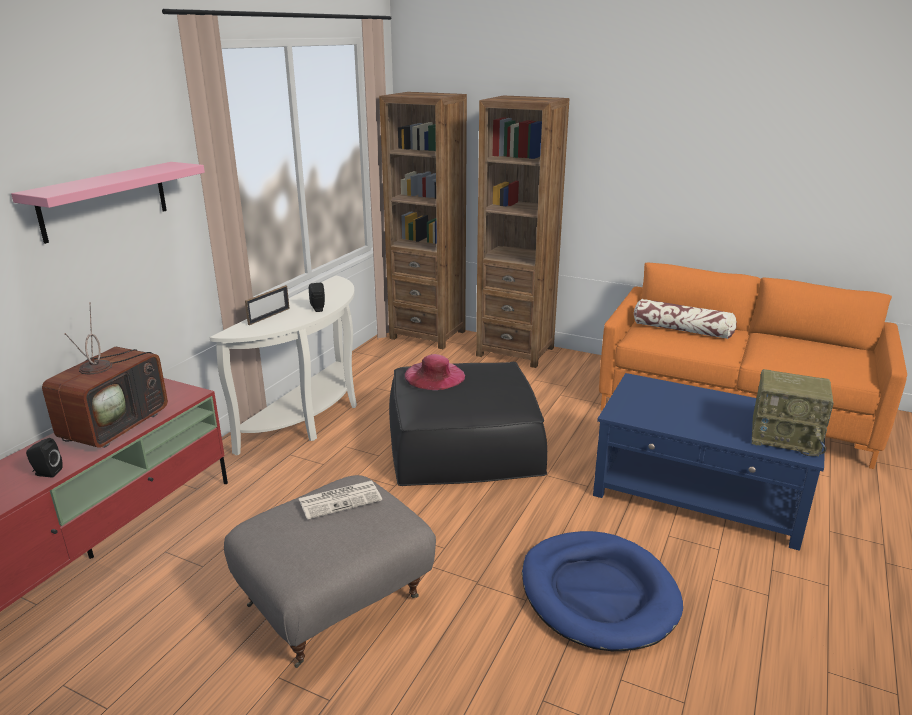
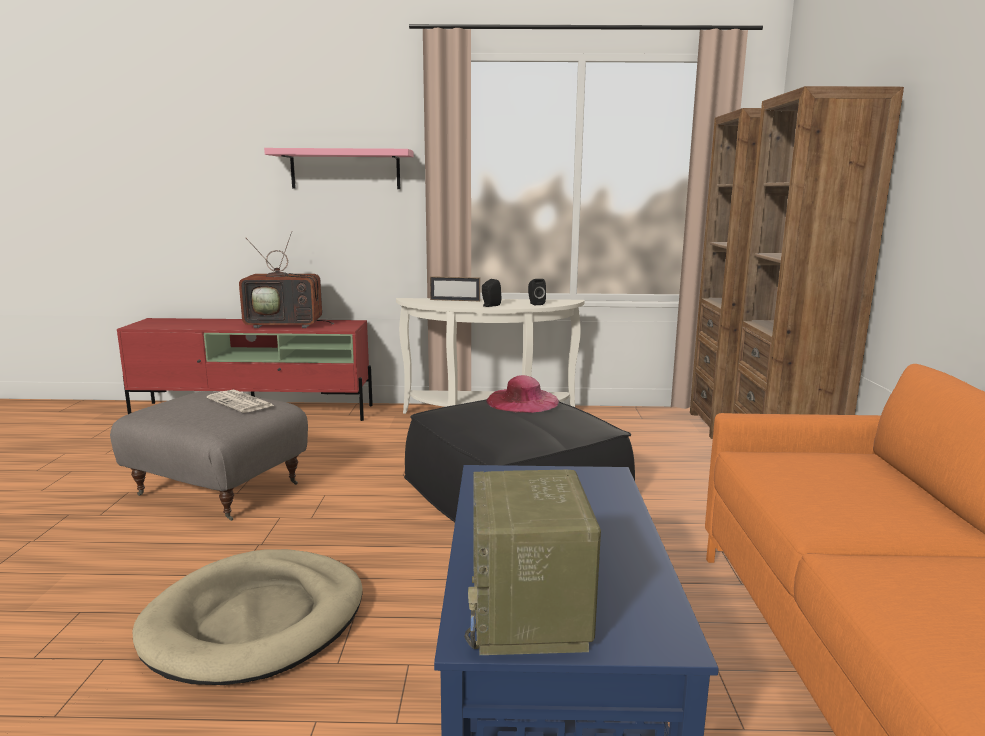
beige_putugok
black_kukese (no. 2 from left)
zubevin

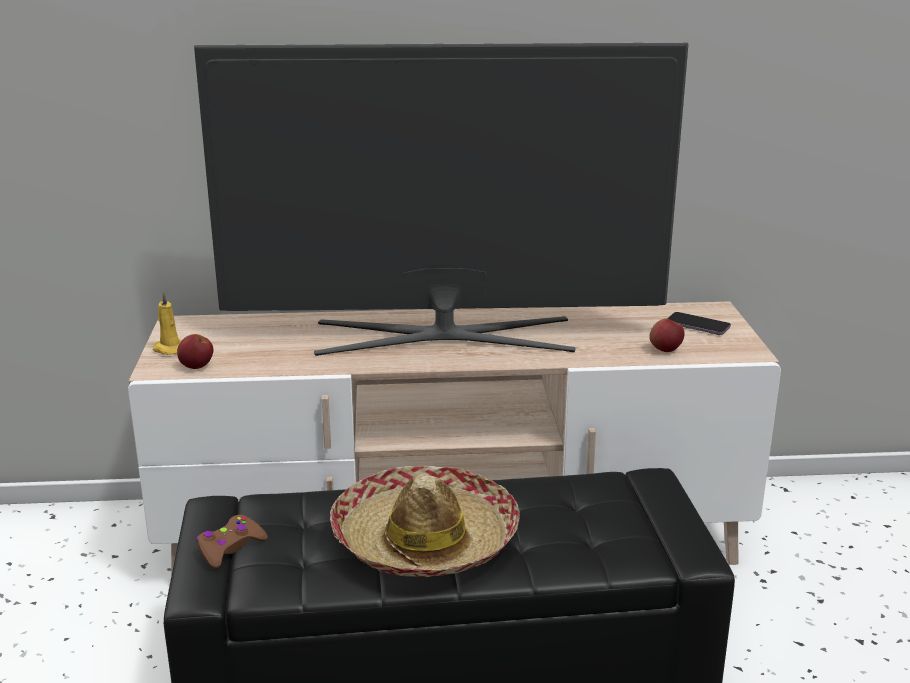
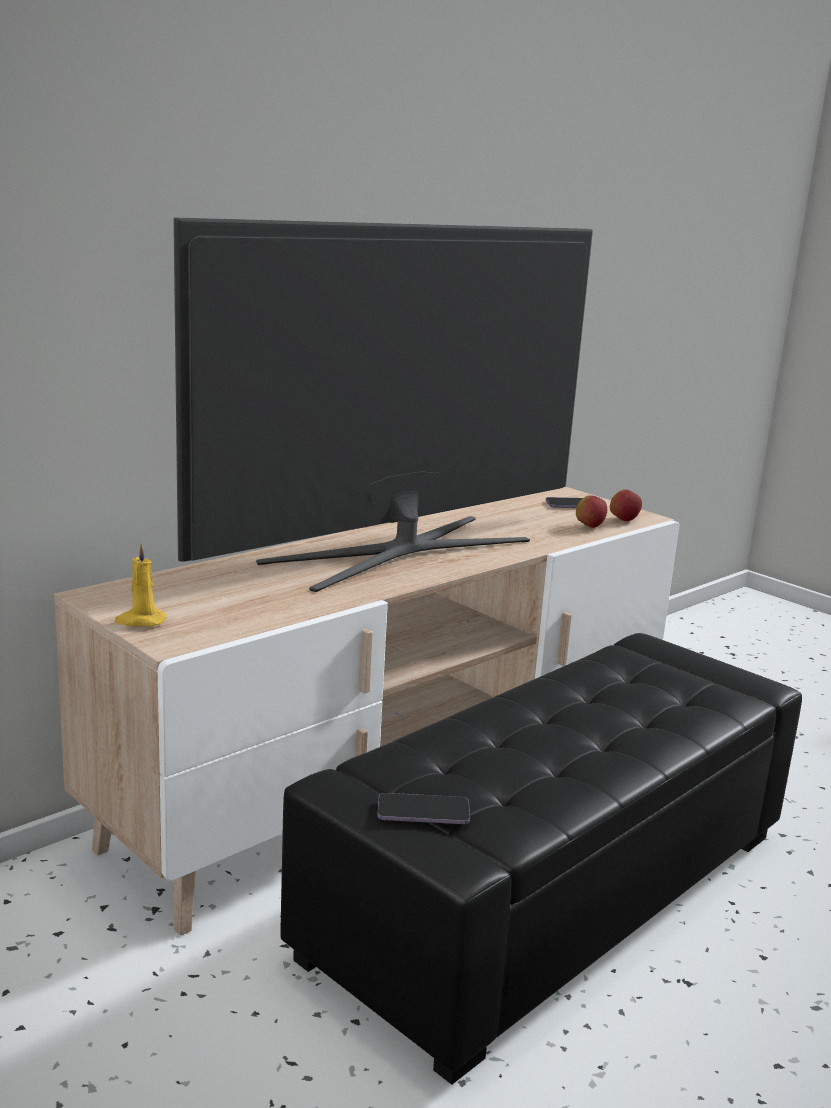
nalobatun (no. 1 from left)
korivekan (no. 2 from left)
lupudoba

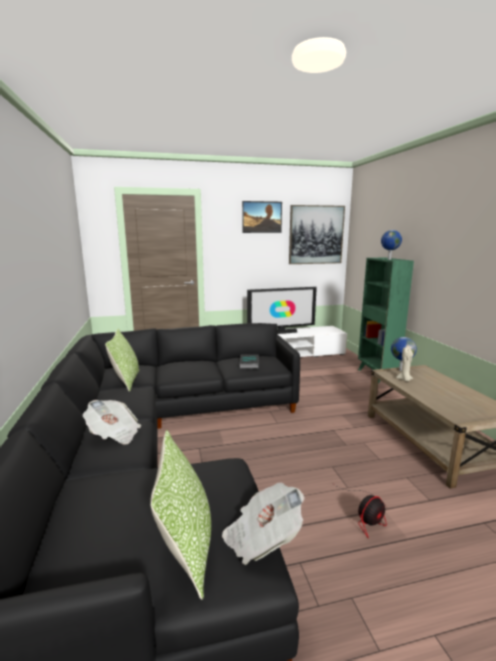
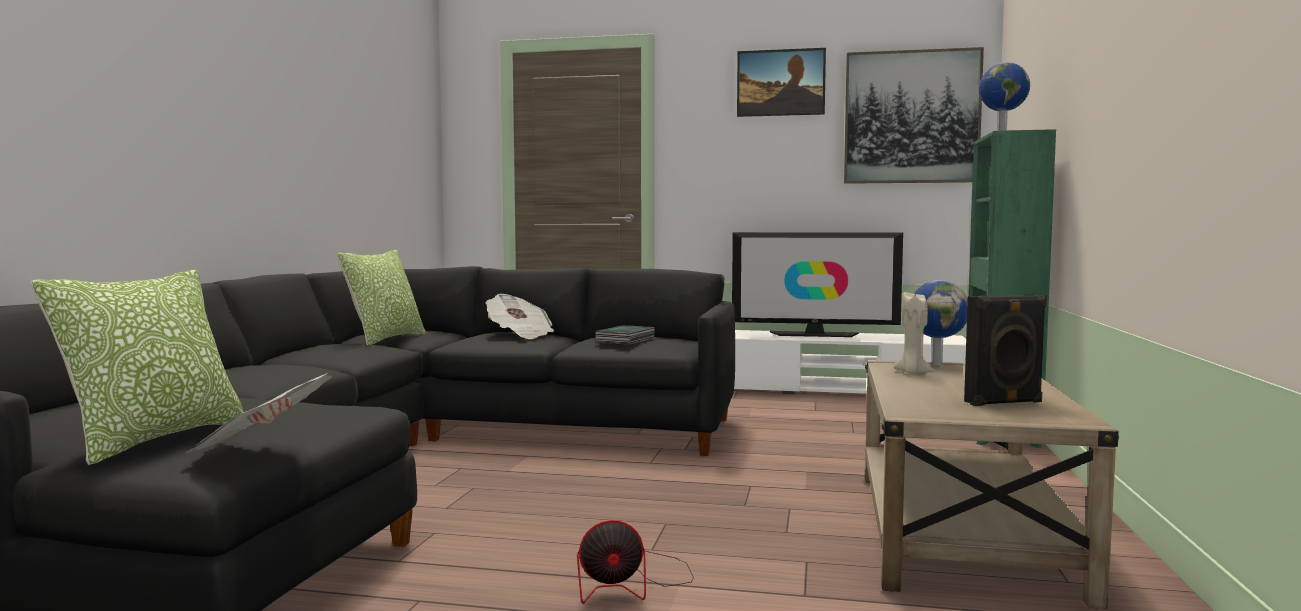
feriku (no. 2 from left)
black_kukese

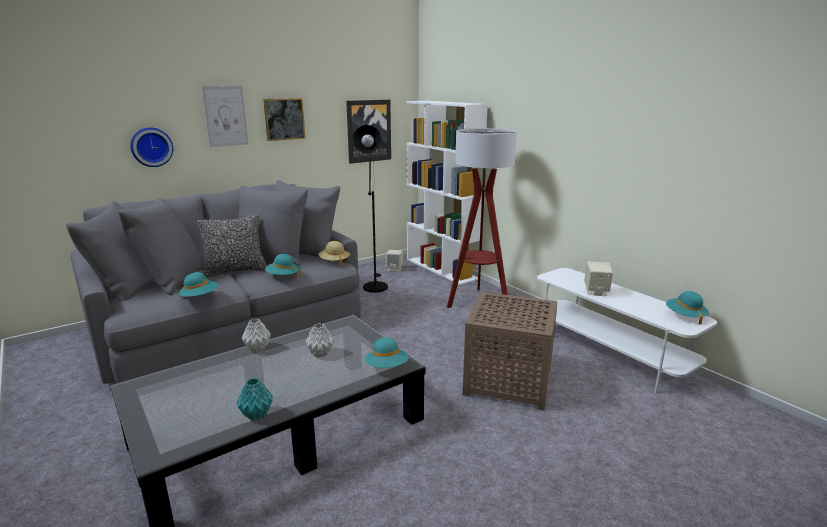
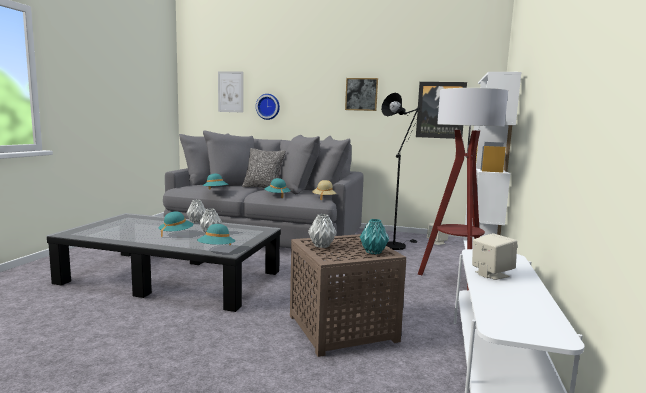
turquoise_lupudoba (no. 1 from left)
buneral (no. 1 from left)
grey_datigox (no. 3 from left)
turquoise_datigox

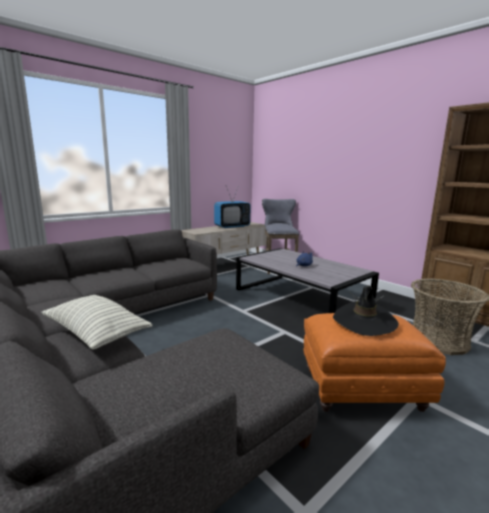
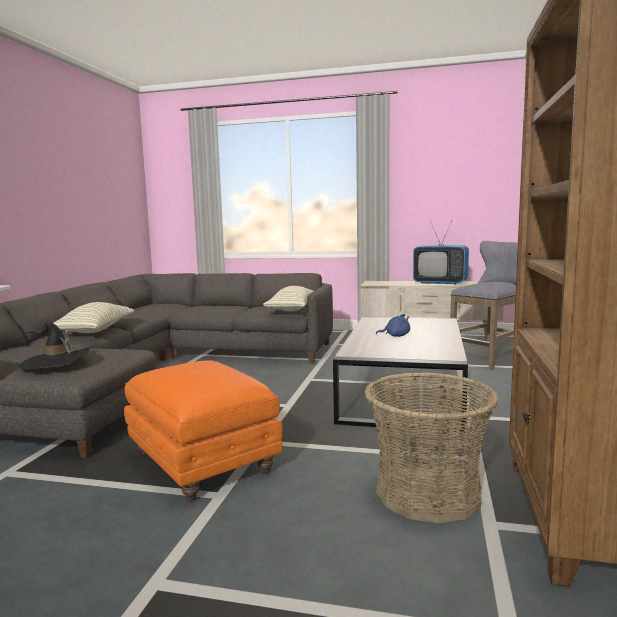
black_lupudoba
zubevin (no. 2 from left)

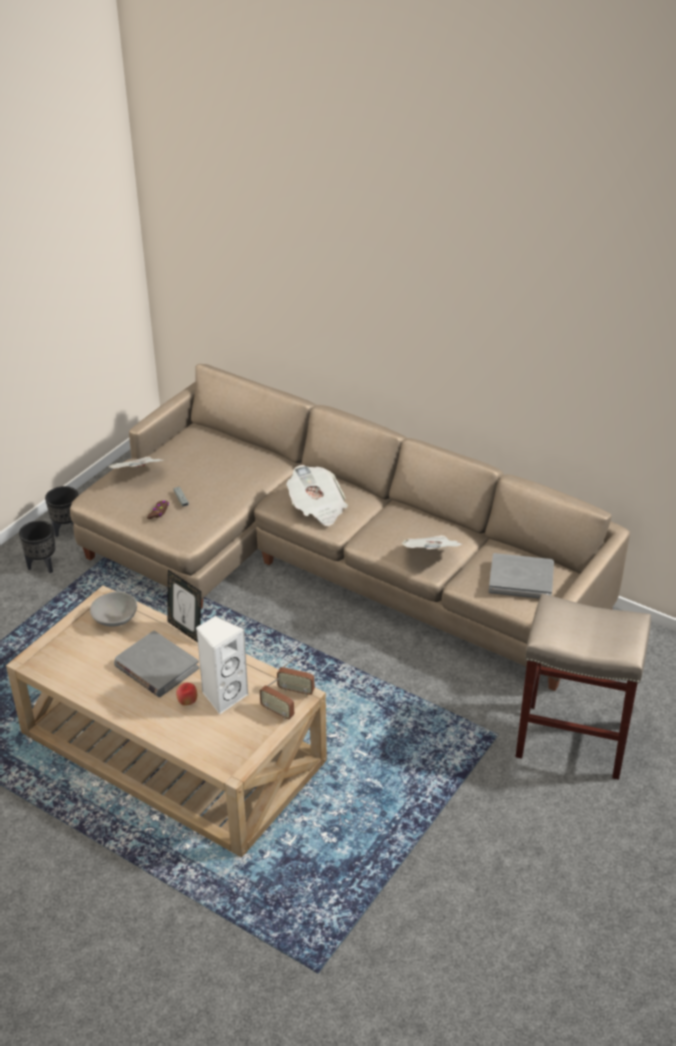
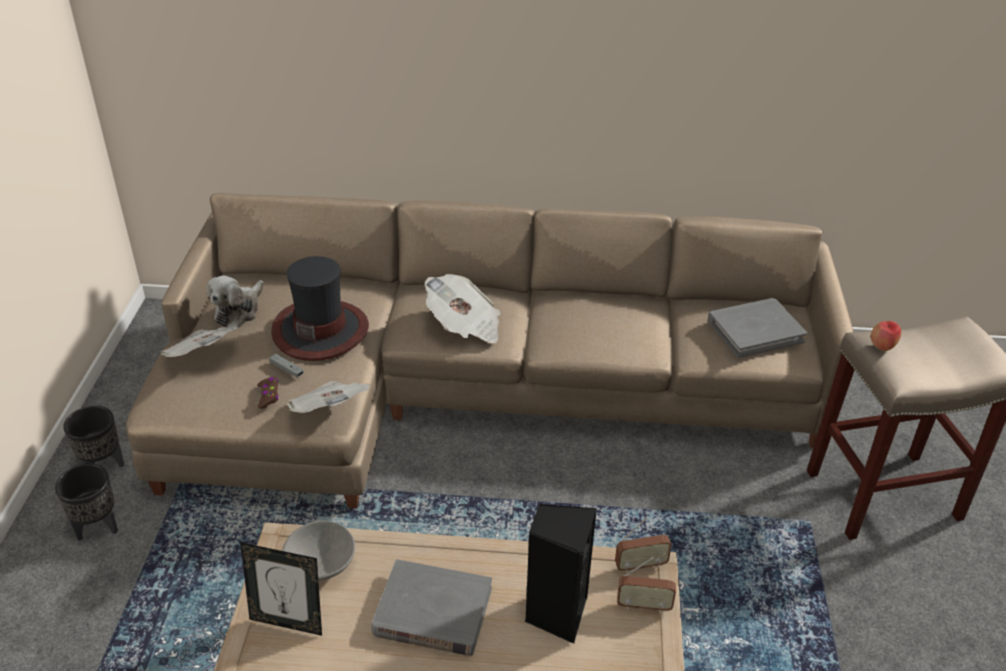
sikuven
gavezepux
lupudoba
feriku (no. 2 from left)
black_kukese
korivekan

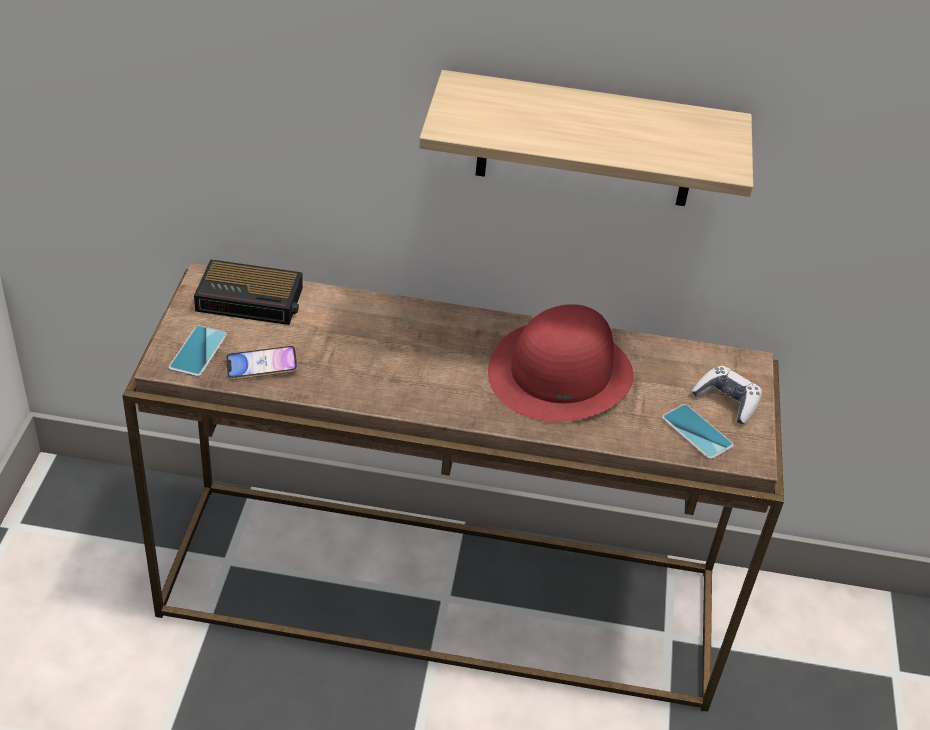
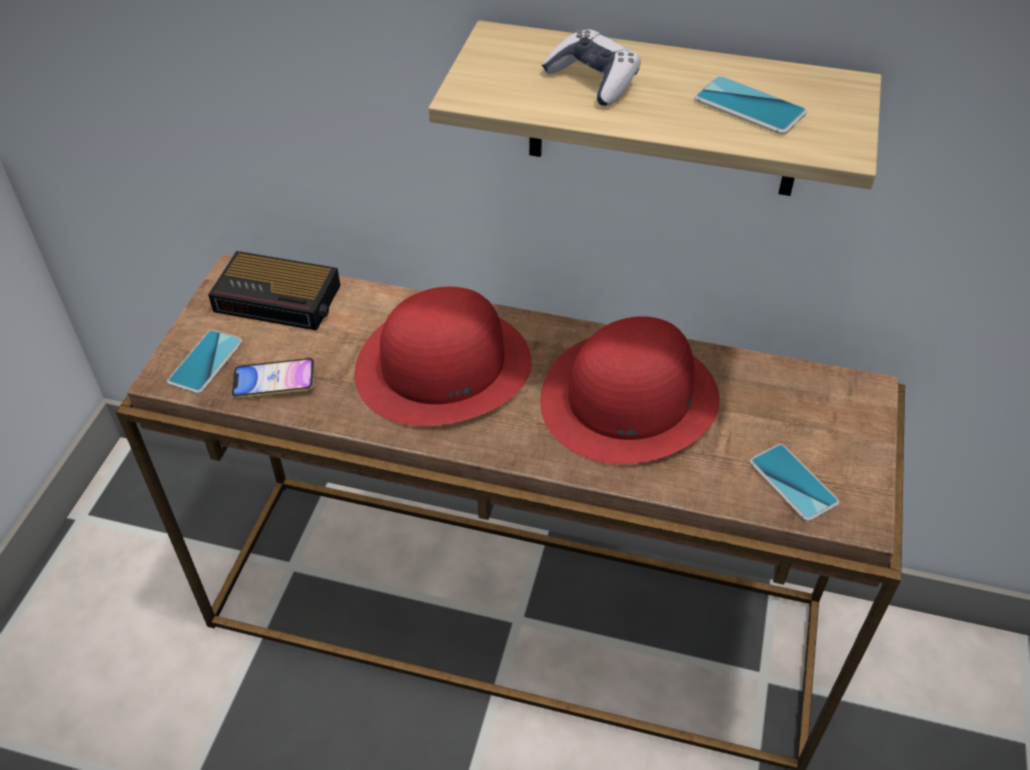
red_lupudoba (no. 1 from left)
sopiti
nalobatun (no. 3 from left)

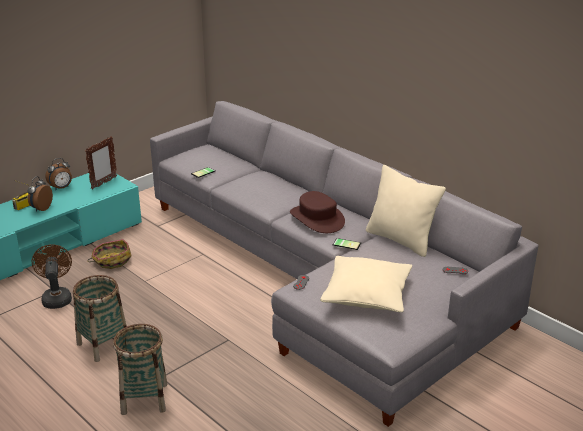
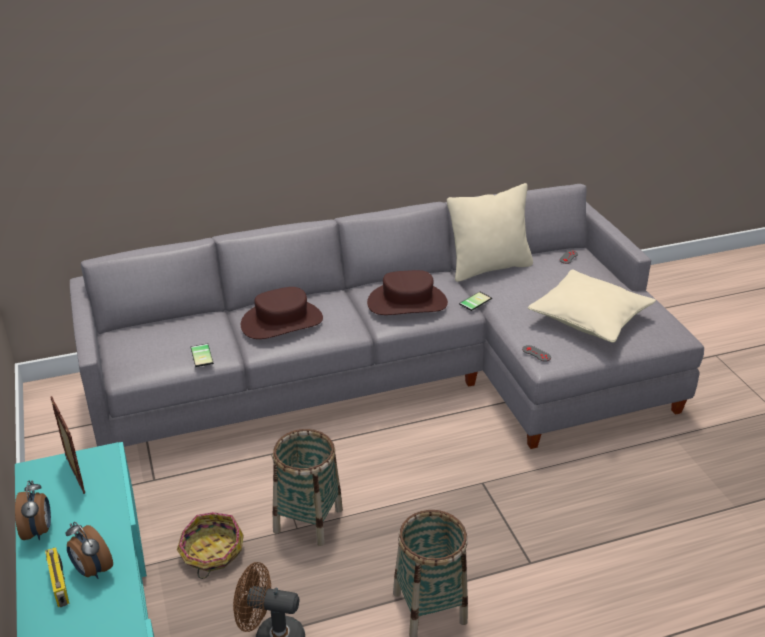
brown_lupudoba (no. 1 from left)
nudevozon (no. 2 from left)

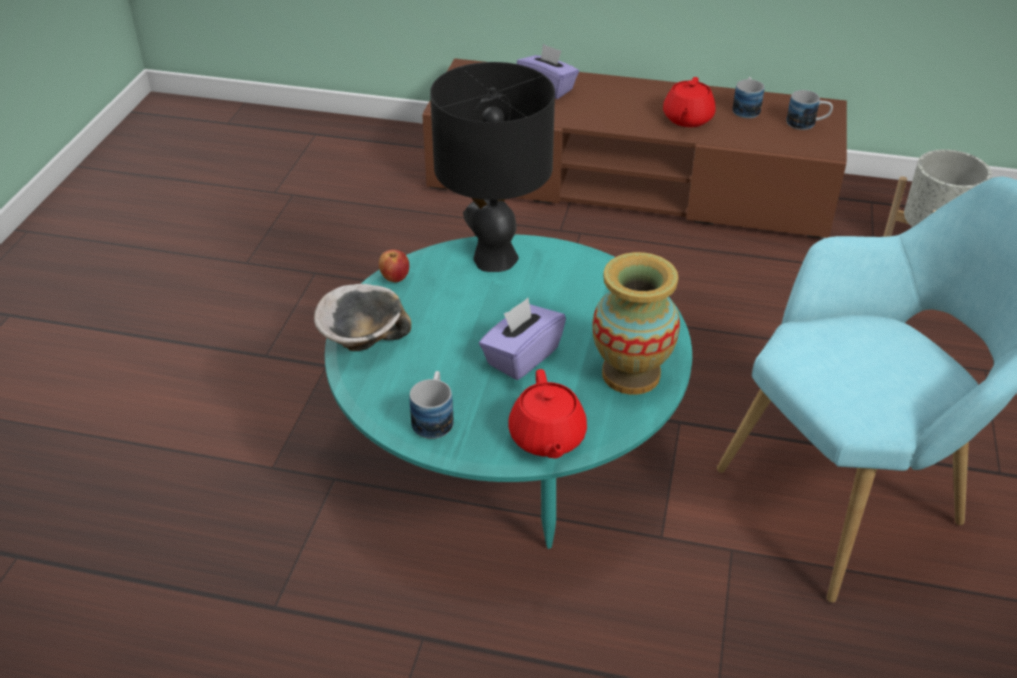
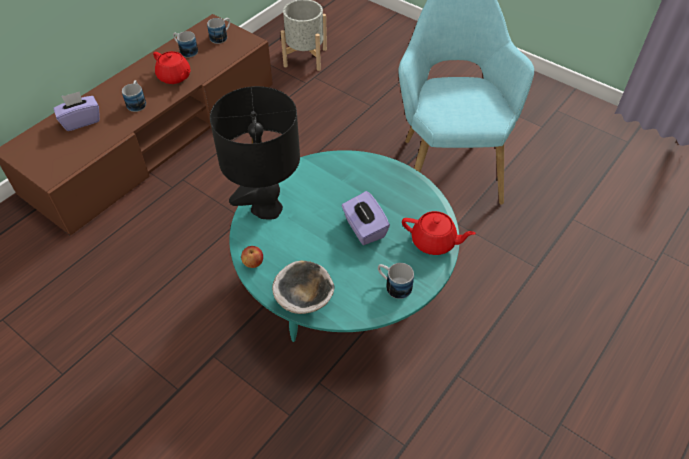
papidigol (no. 1 from left)
datigox

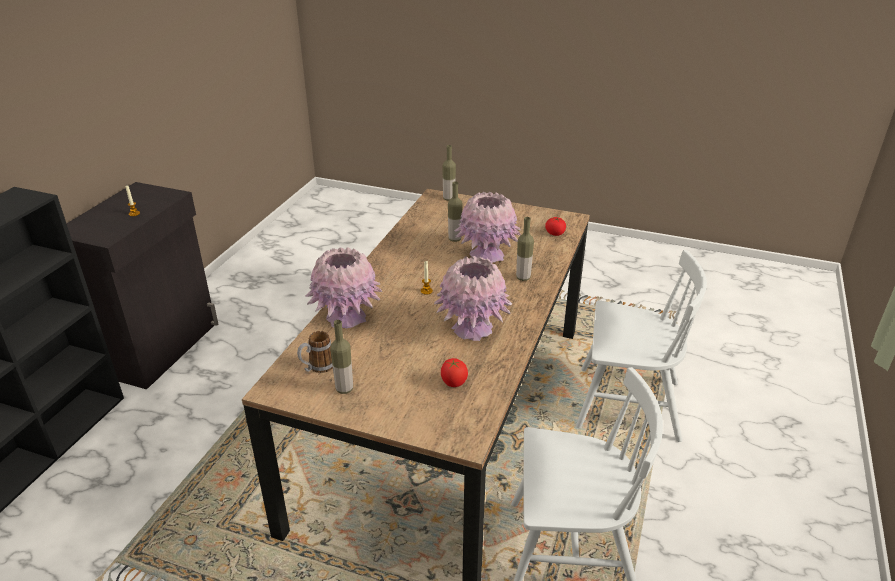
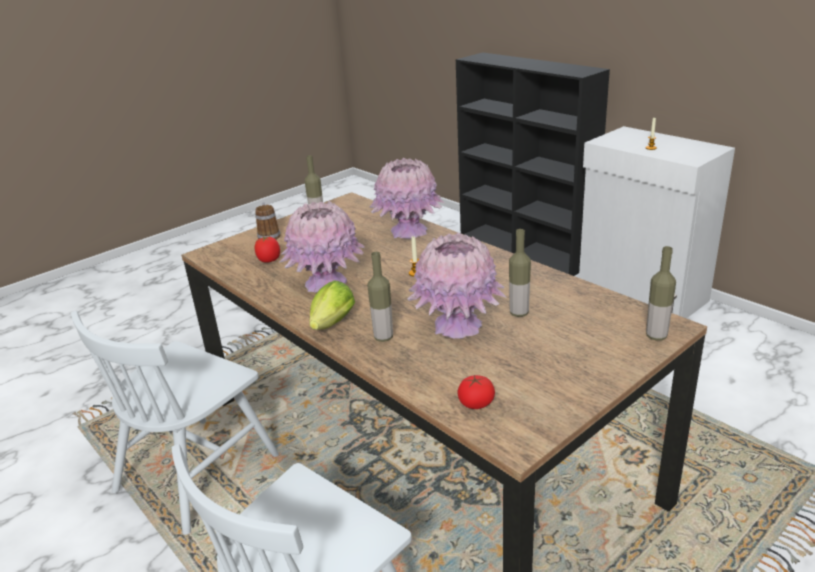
papidigol
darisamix
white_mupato

